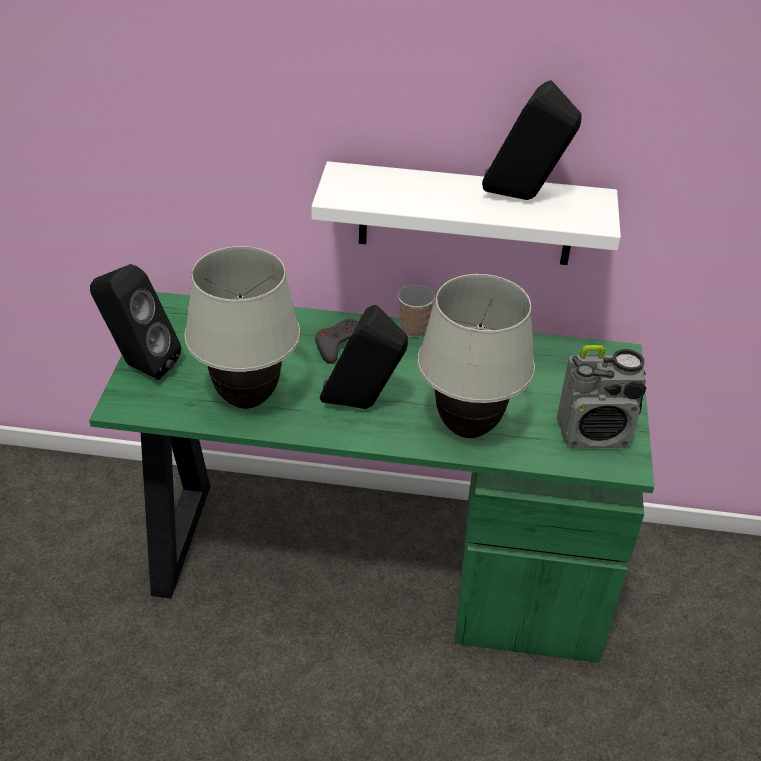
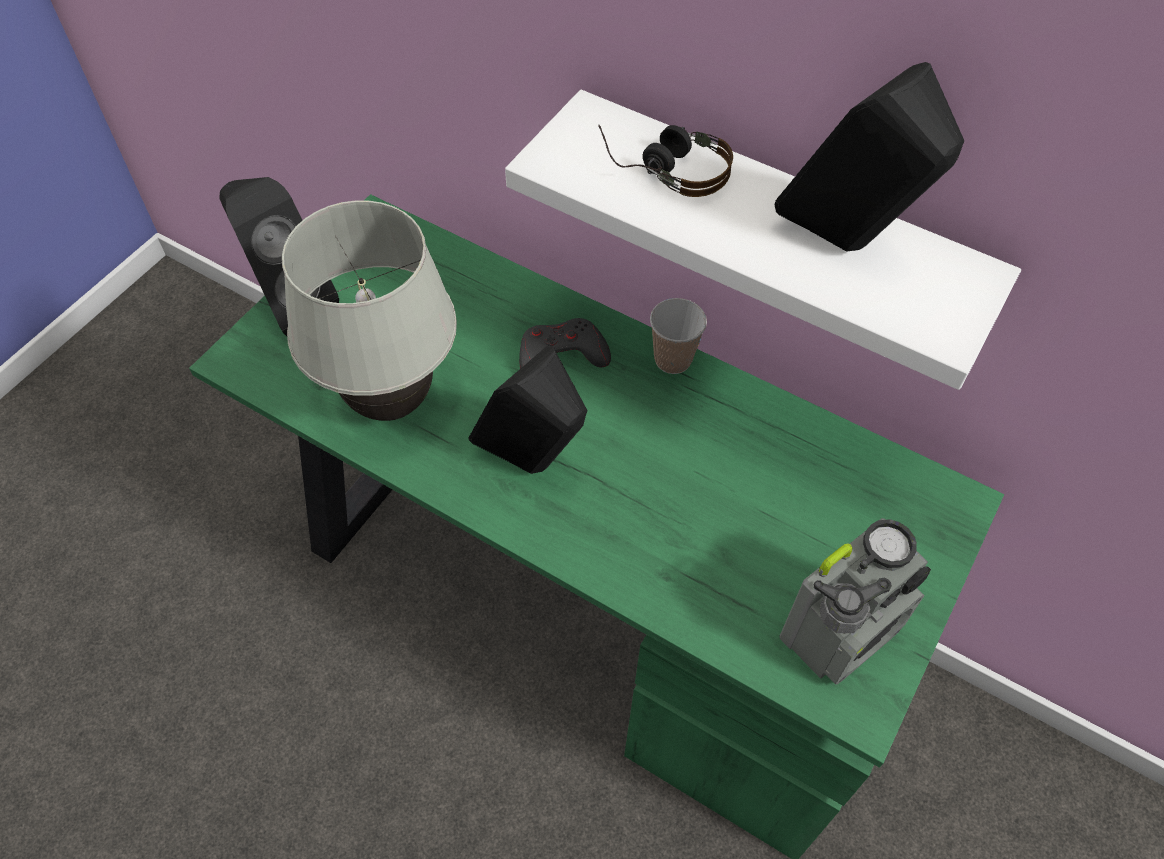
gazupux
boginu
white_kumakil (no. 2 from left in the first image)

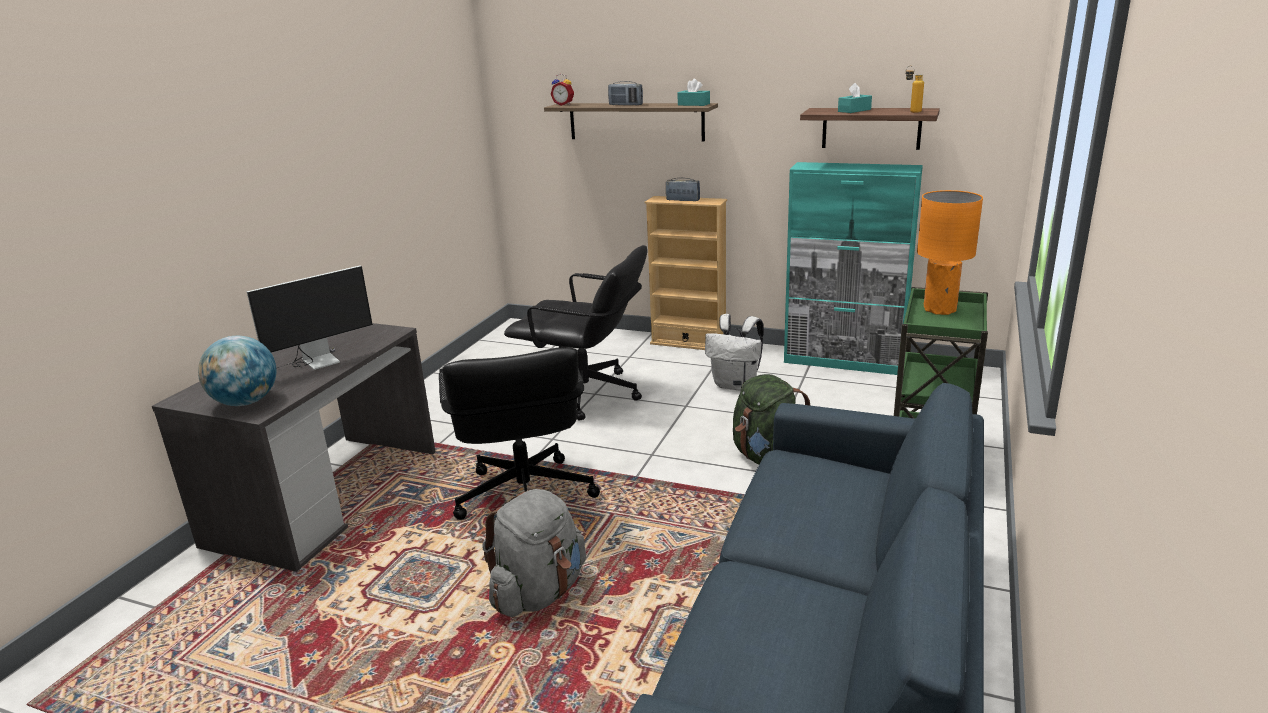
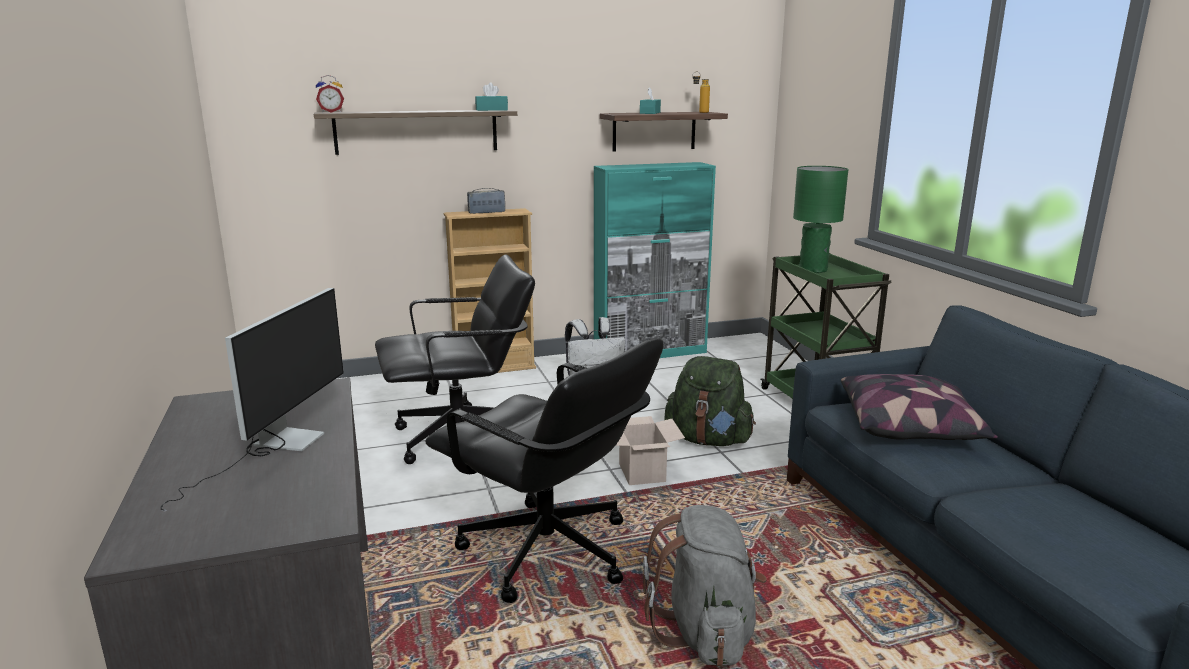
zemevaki
green_kumakil
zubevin
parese
boginu (no. 1 from left in the first image)

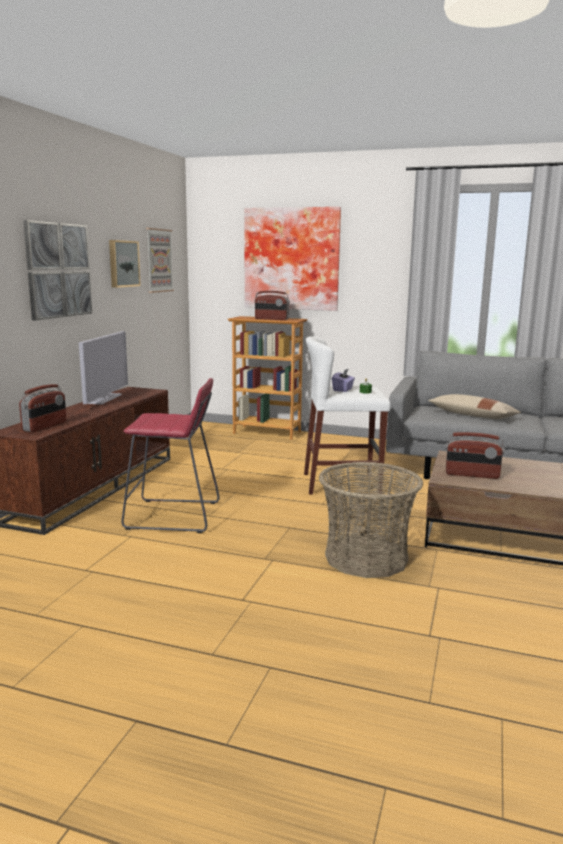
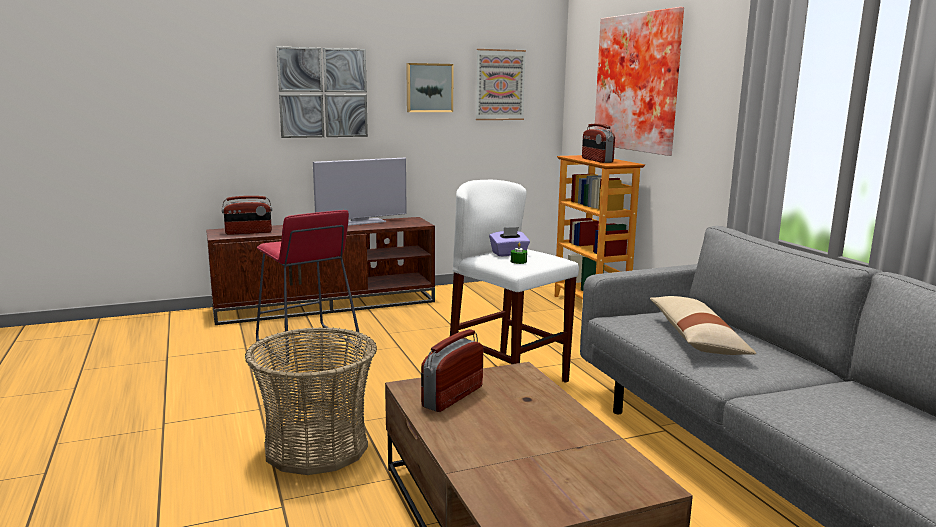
boginu (no. 2 from left)

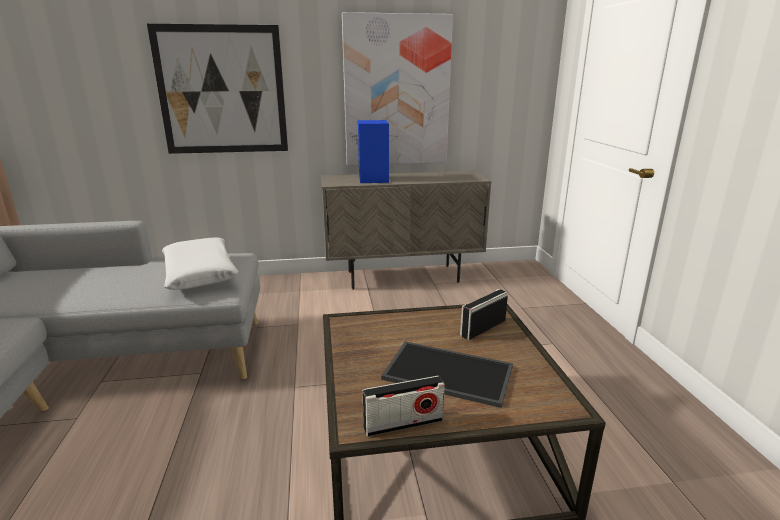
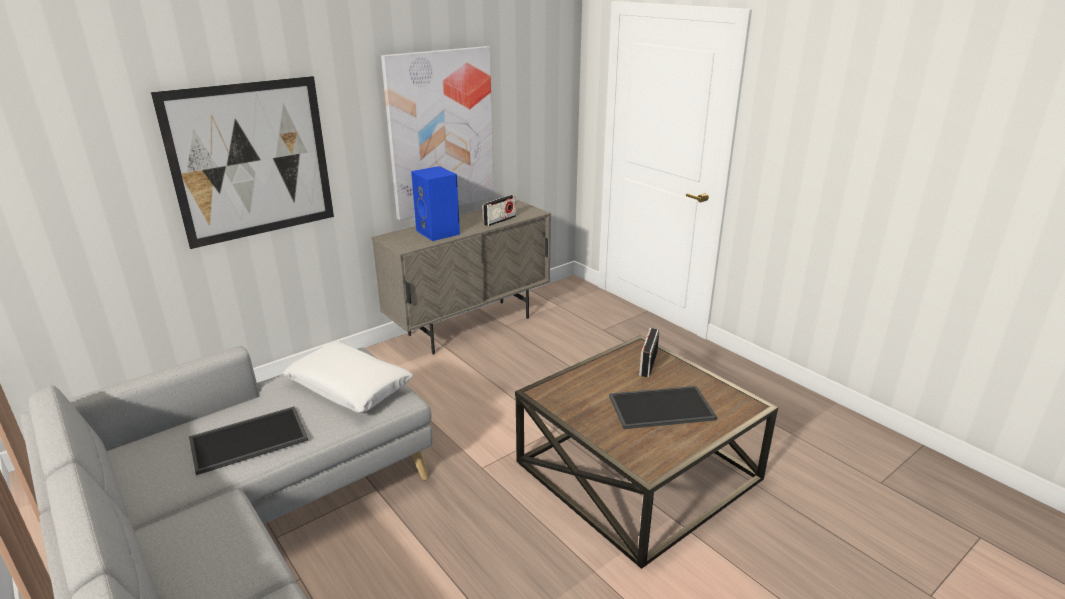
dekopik (no. 1 from left)
boginu (no. 1 from left)

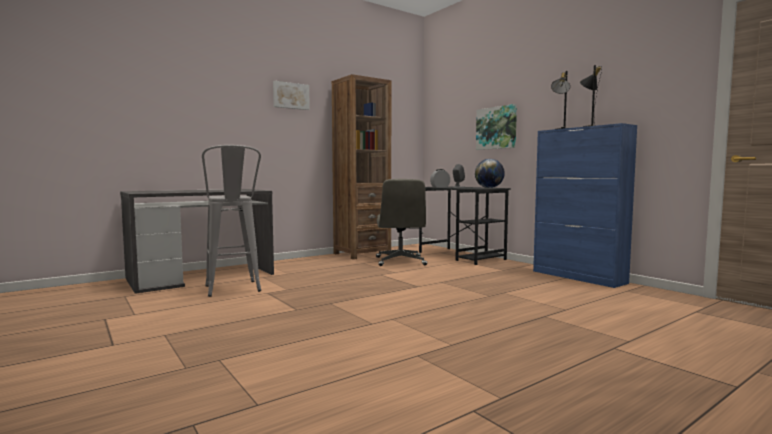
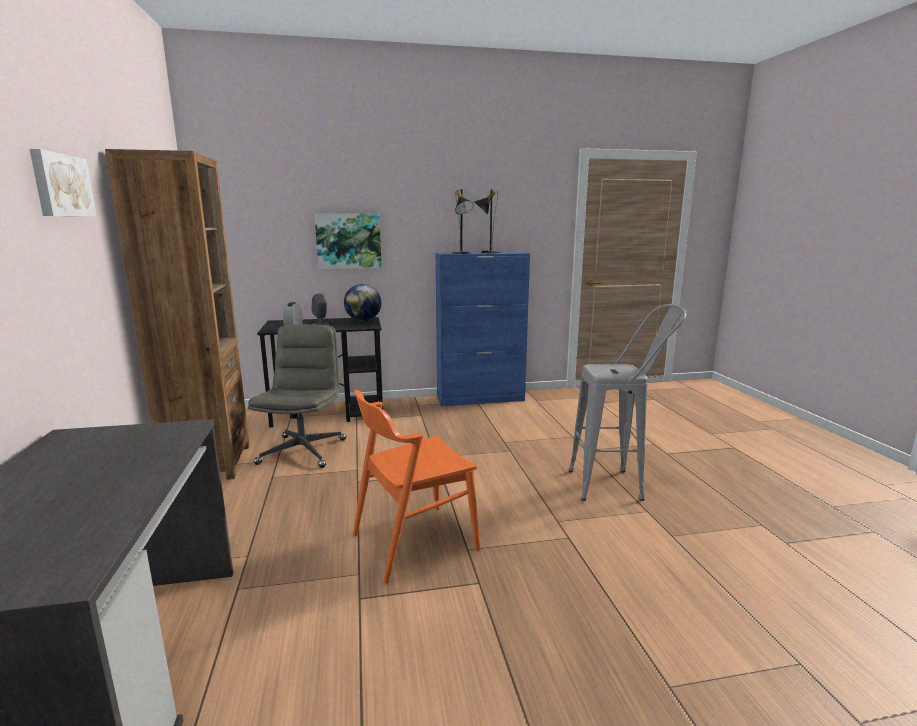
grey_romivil
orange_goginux
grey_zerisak

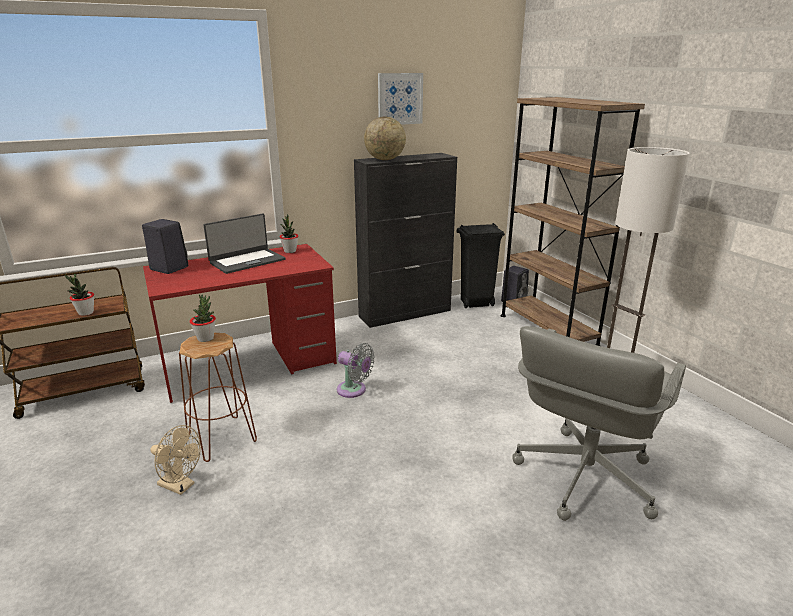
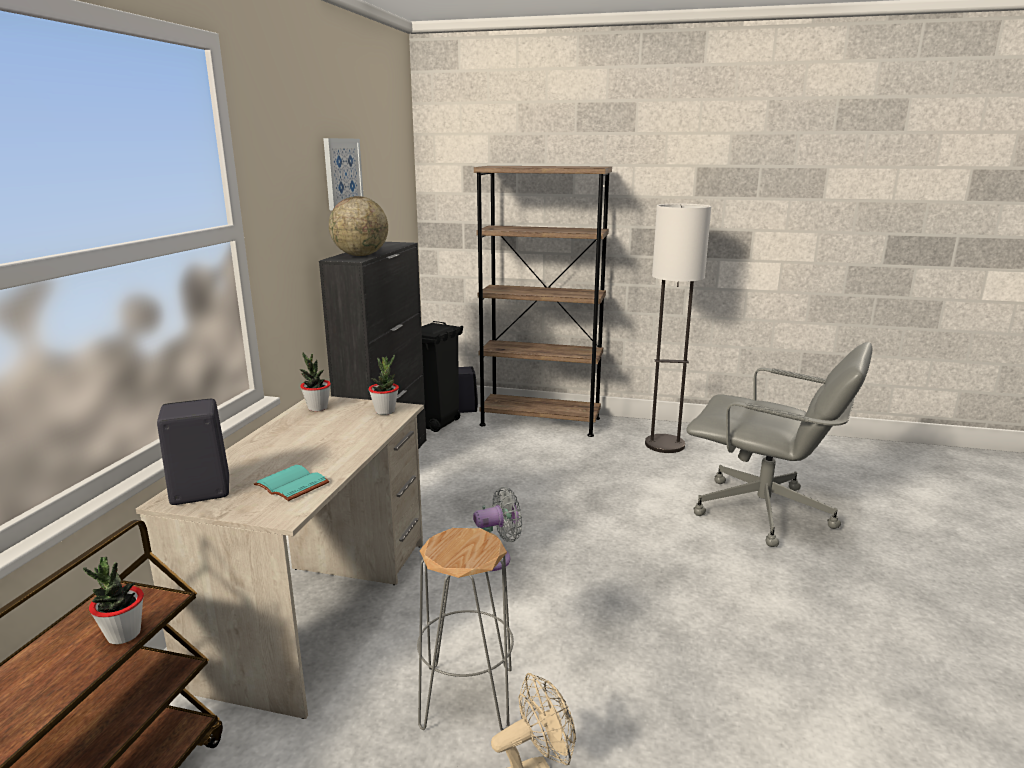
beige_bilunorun
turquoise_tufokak
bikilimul (no. 3 from left)
grey_zerisak
grey_romivil
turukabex

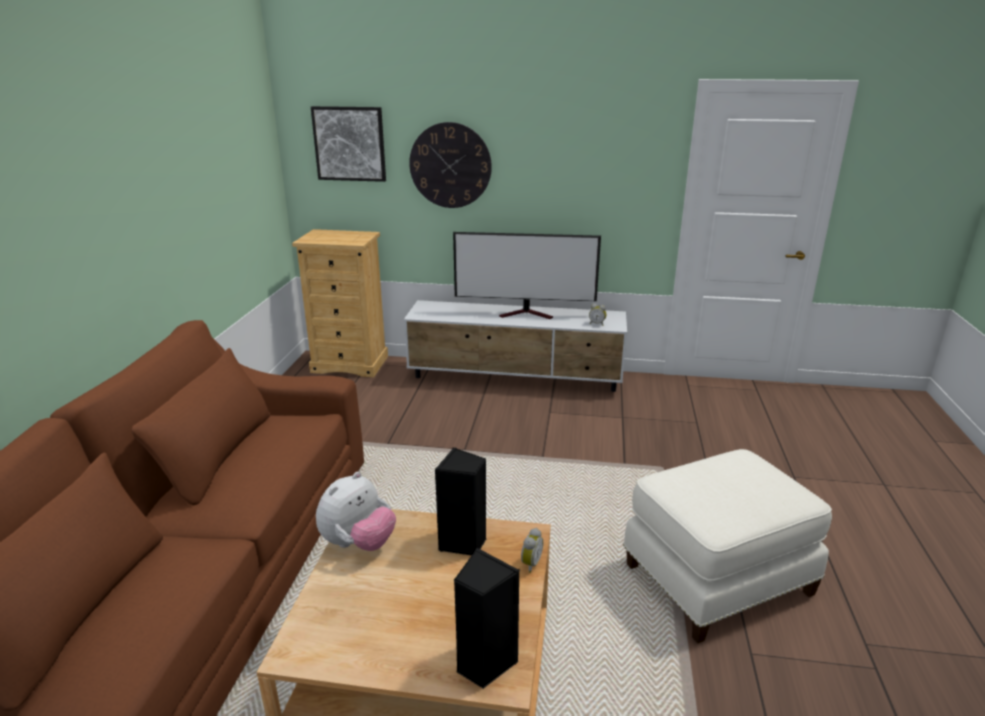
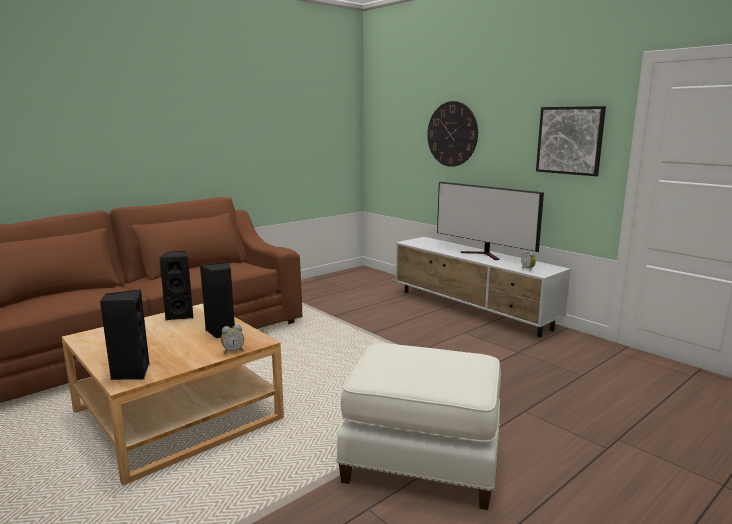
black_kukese (no. 2 from left)
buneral
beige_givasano

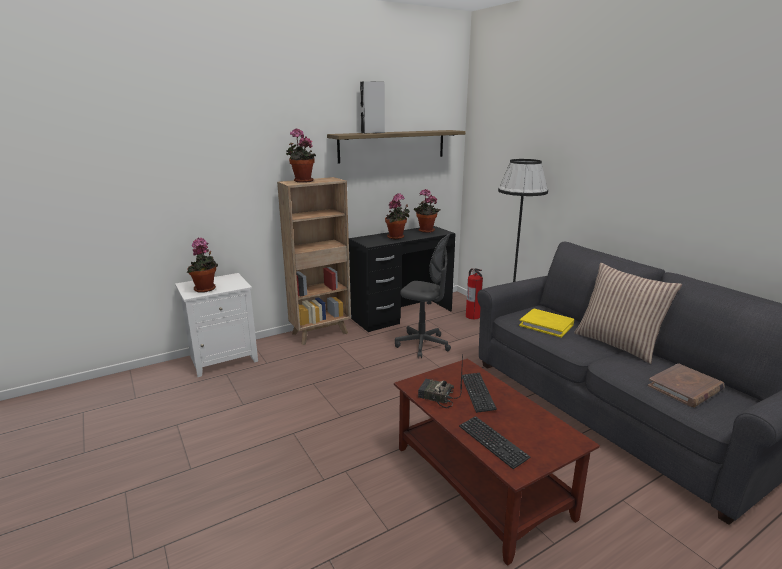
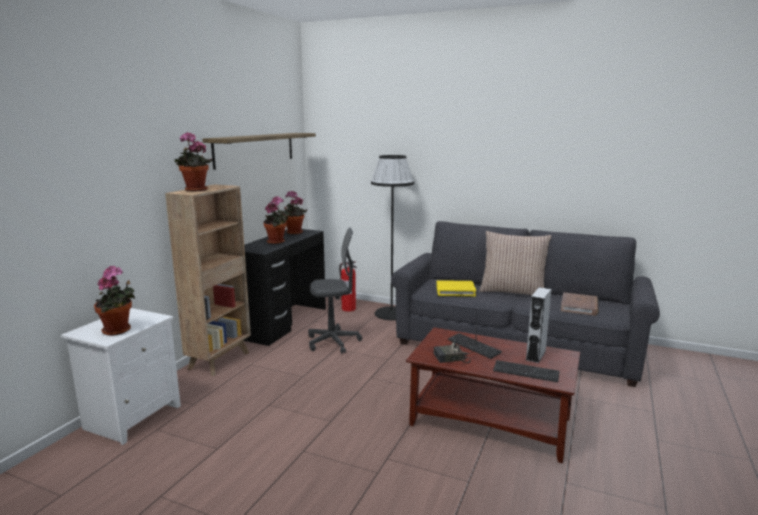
grey_kukese

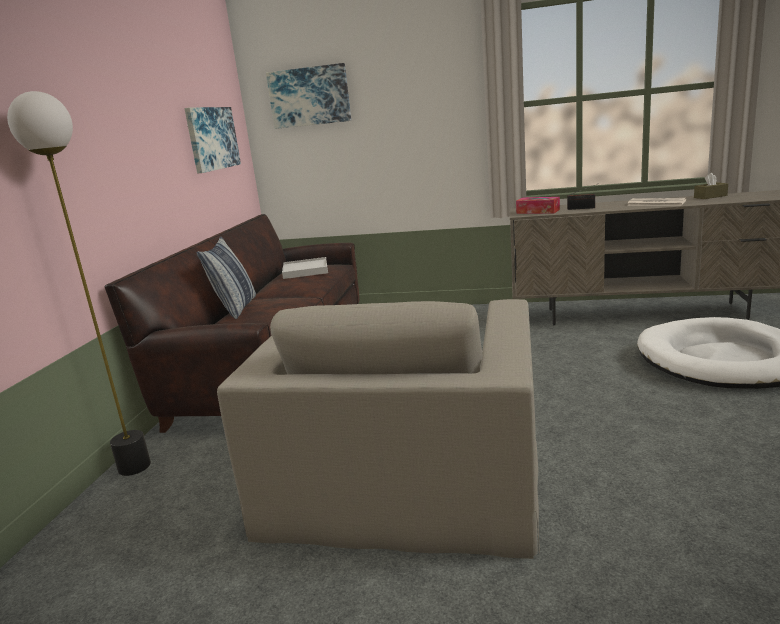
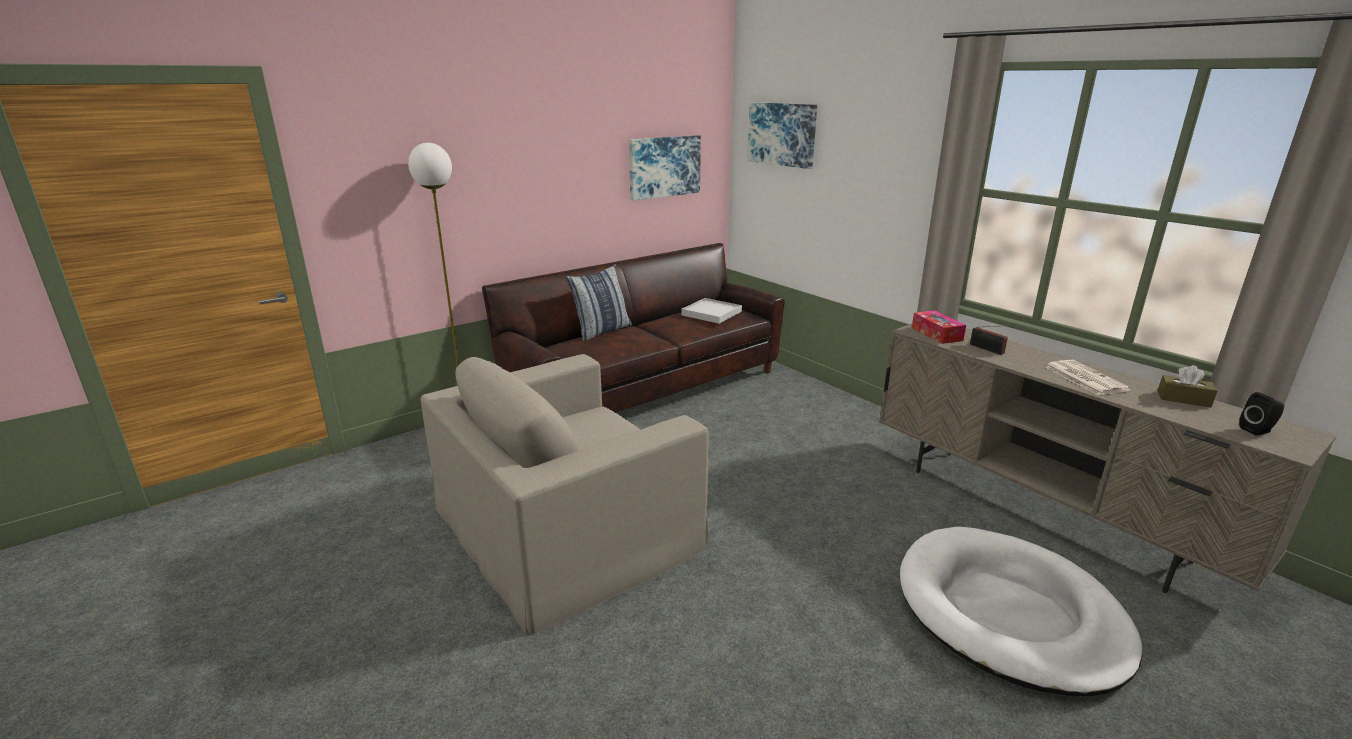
black_kukese

